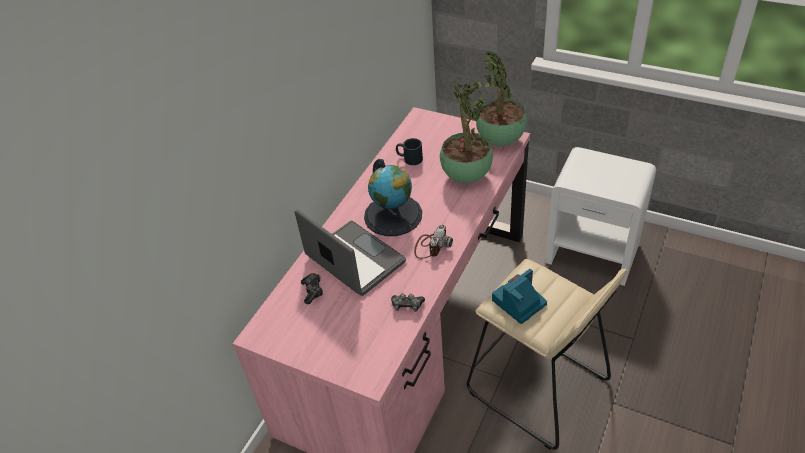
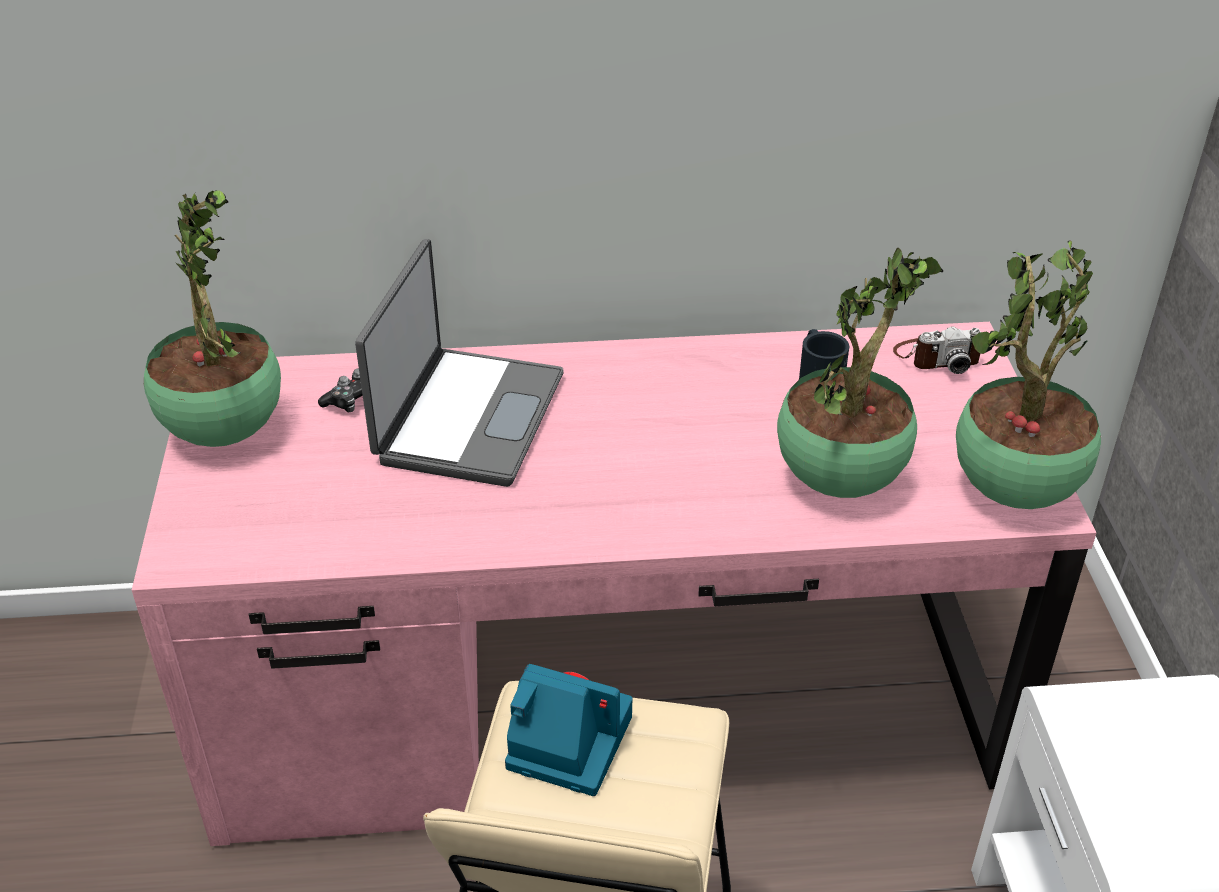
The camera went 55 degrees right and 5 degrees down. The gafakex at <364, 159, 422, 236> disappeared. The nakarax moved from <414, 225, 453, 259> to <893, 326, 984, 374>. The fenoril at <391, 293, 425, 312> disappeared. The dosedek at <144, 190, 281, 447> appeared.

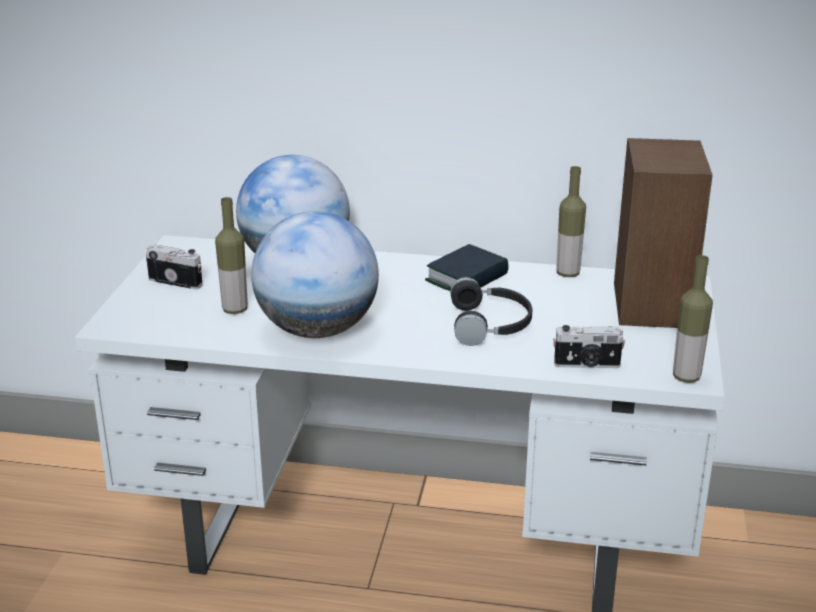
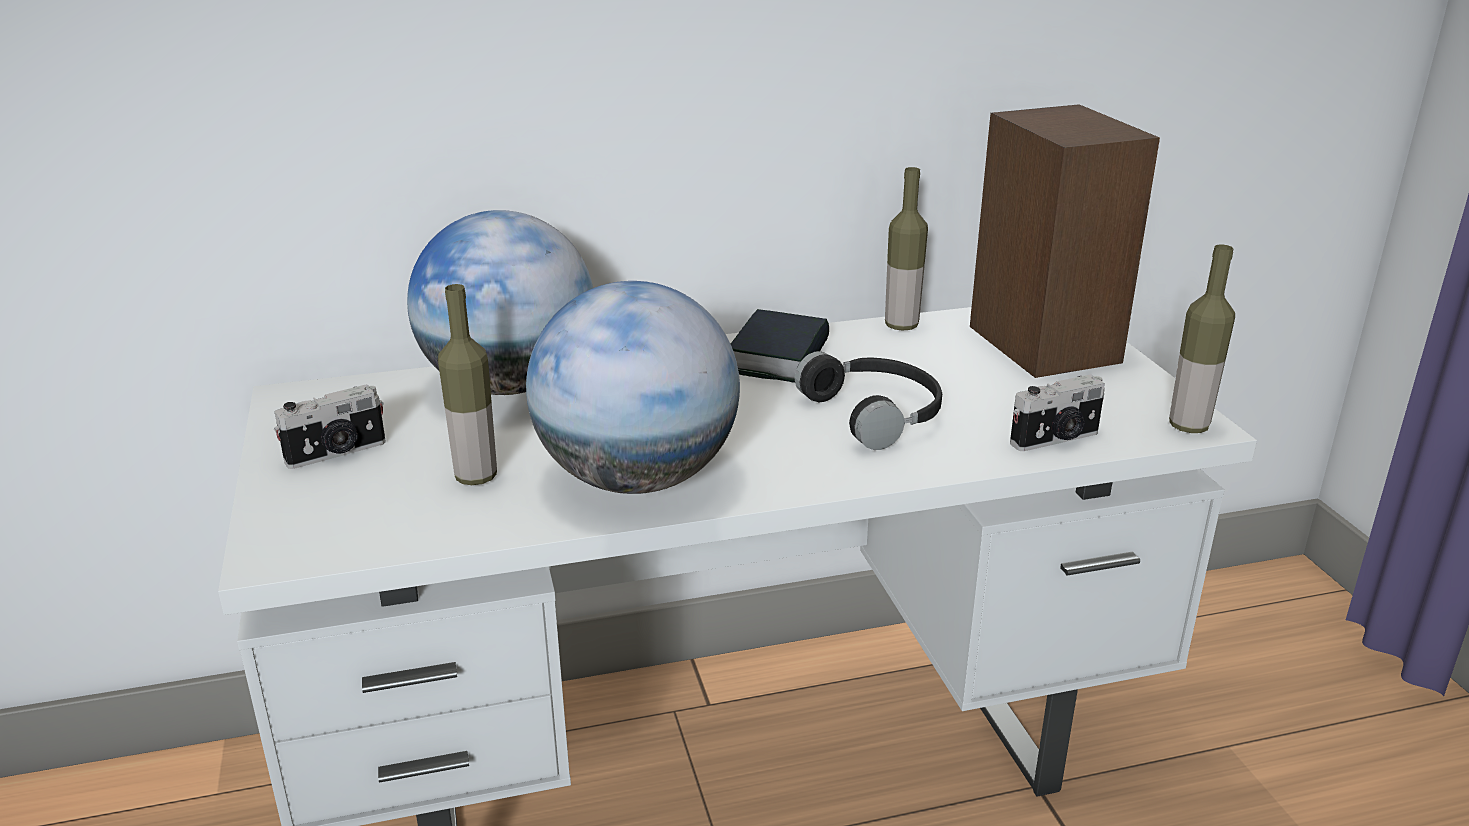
The camera went 25 degrees left and 0 degrees up. The nakarax at <146, 244, 203, 289> turned 150 degrees clockwise.

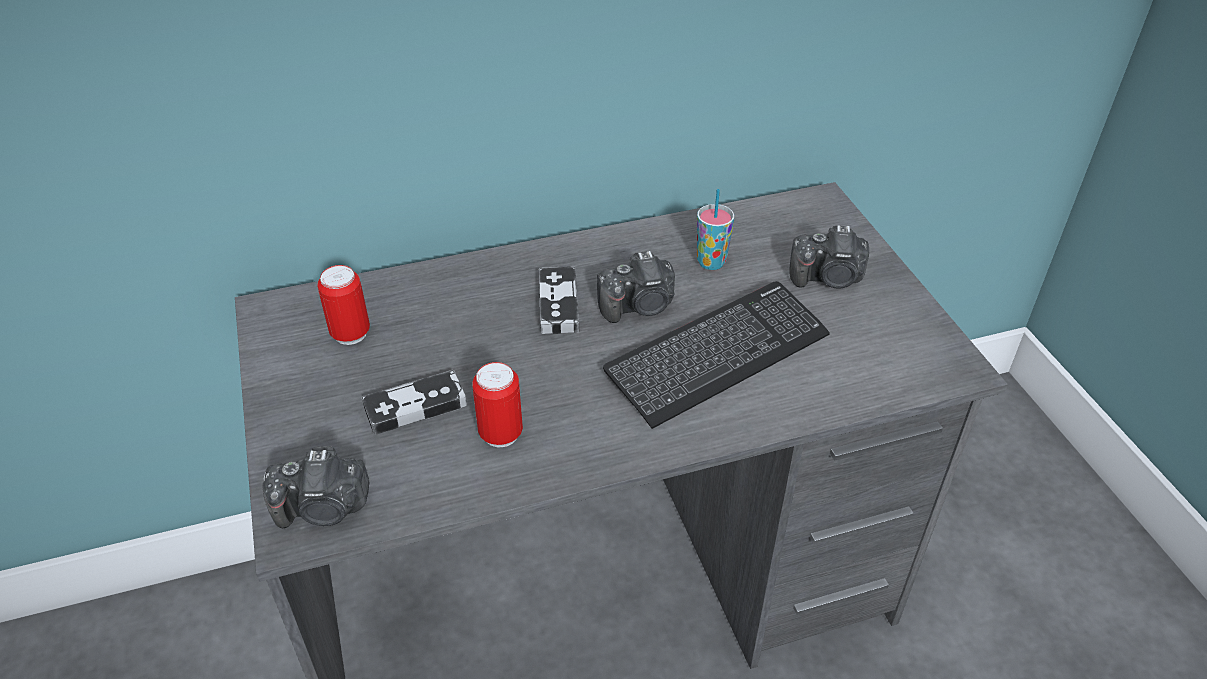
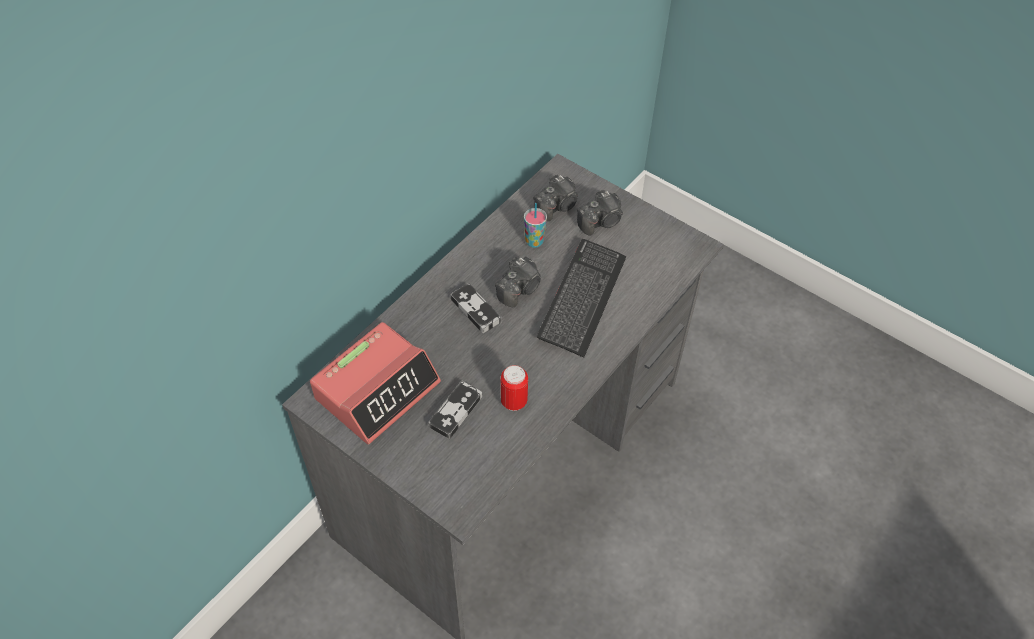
The camera went 35 degrees left and 10 degrees up. The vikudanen at <317, 265, 370, 345> was replaced by the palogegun at <310, 322, 441, 444>. The nakarax moved from <263, 446, 370, 528> to <533, 175, 578, 221>.

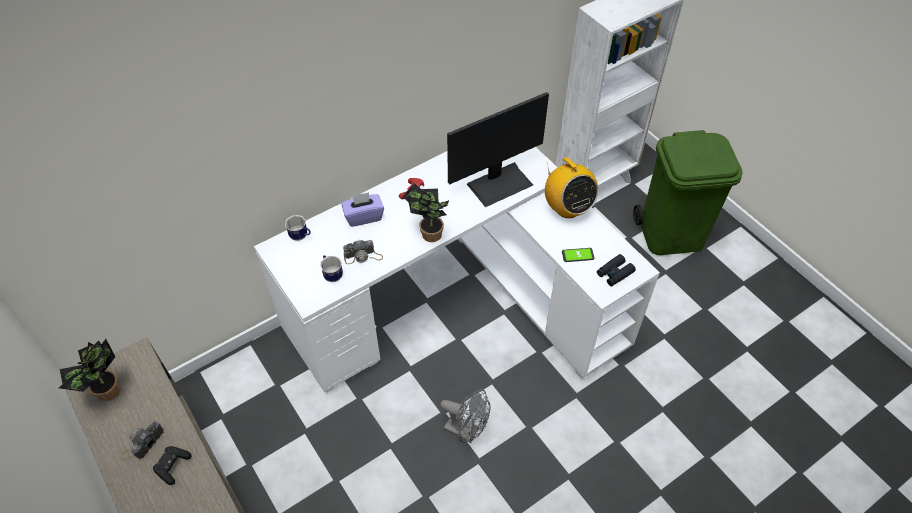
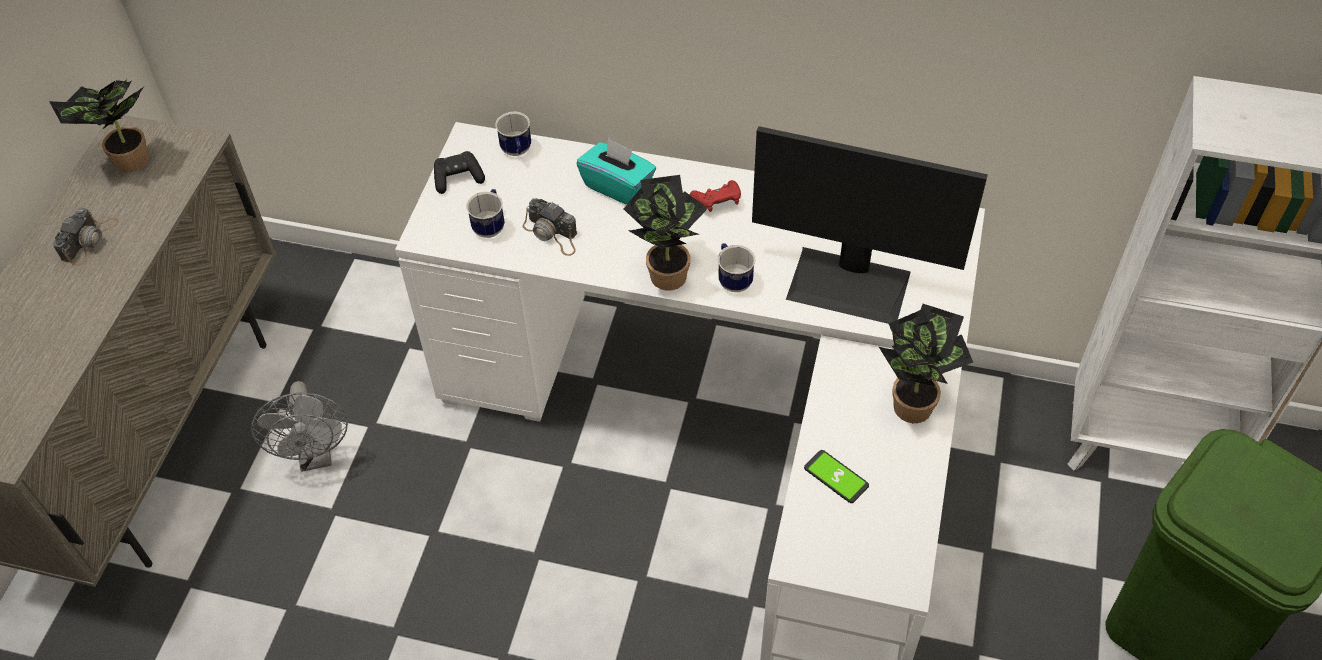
The camera went 50 degrees right and 0 degrees up. The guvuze at <545, 157, 598, 218> was replaced by the dosedek at <879, 304, 973, 423>. The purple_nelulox at <341, 192, 384, 227> became the turquoise_nelulox at <577, 138, 656, 205>. The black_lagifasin at <597, 254, 636, 286> disappeared. The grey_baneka moved from <440, 389, 490, 443> to <251, 381, 348, 472>. The nakarax at <121, 421, 164, 460> turned 120 degrees clockwise. The black_fenoril moved from <153, 446, 192, 485> to <434, 151, 485, 194>. The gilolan at <718, 243, 755, 292> appeared.

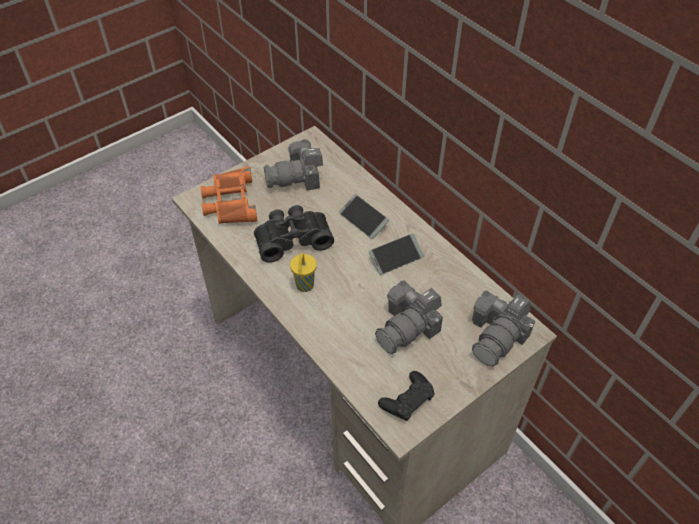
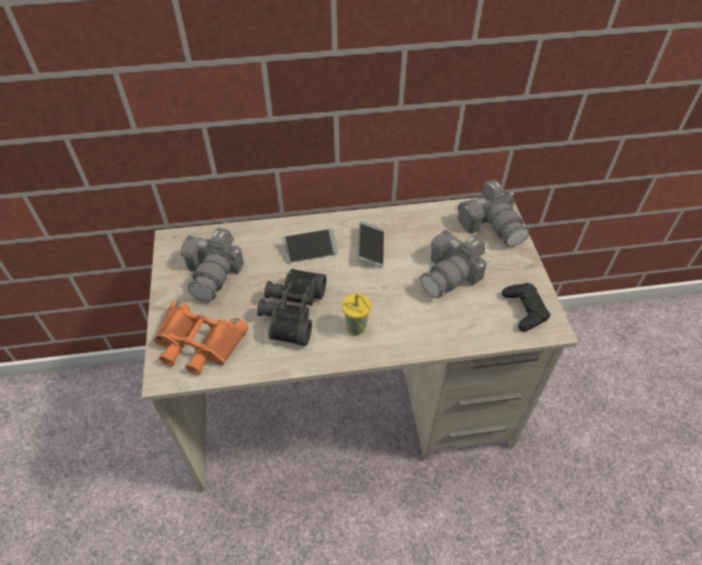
The camera went 60 degrees left and 0 degrees up. The nakarax at <375, 280, 443, 354> turned 60 degrees clockwise.

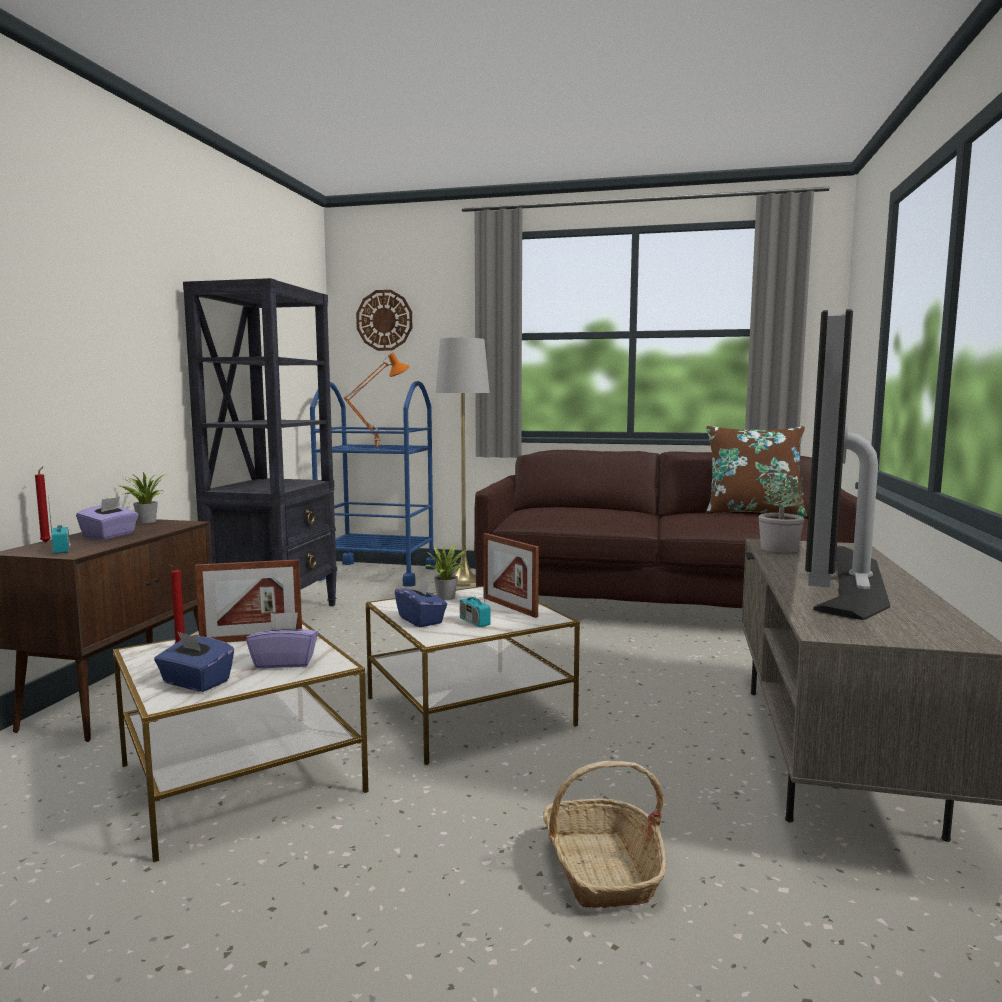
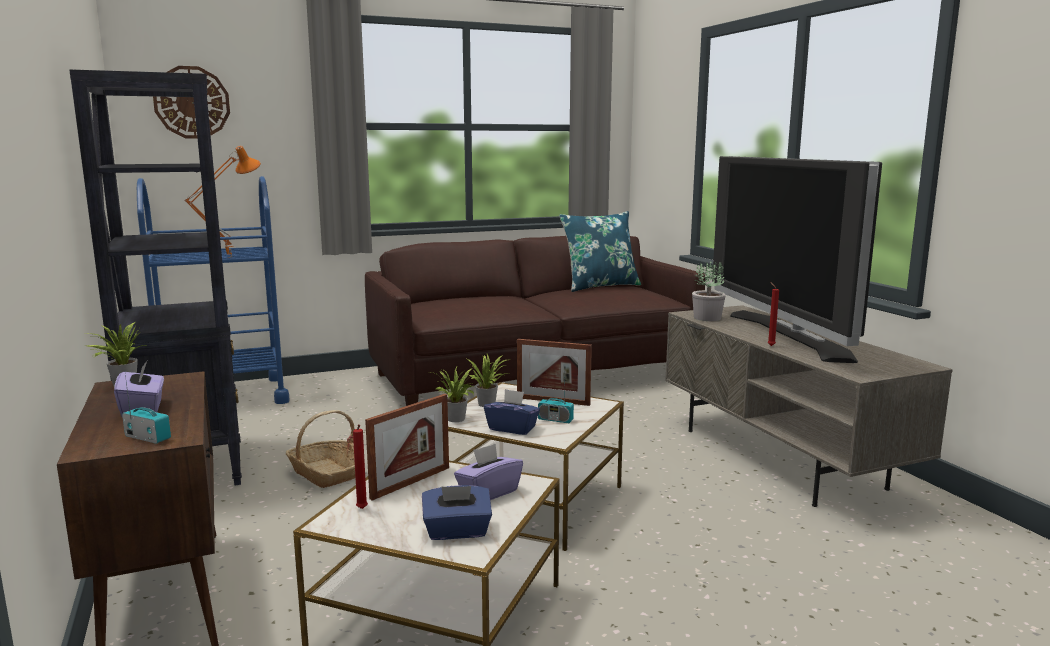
The camera went 35 degrees left and 5 degrees up. The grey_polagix at <436, 337, 490, 586> disappeared. The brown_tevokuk at <706, 426, 807, 517> became the blue_tevokuk at <559, 211, 641, 292>. The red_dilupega moved from <35, 466, 51, 542> to <768, 282, 779, 346>. The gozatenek moved from <543, 761, 667, 908> to <286, 410, 355, 488>. The dosedek at <431, 365, 474, 422> appeared.

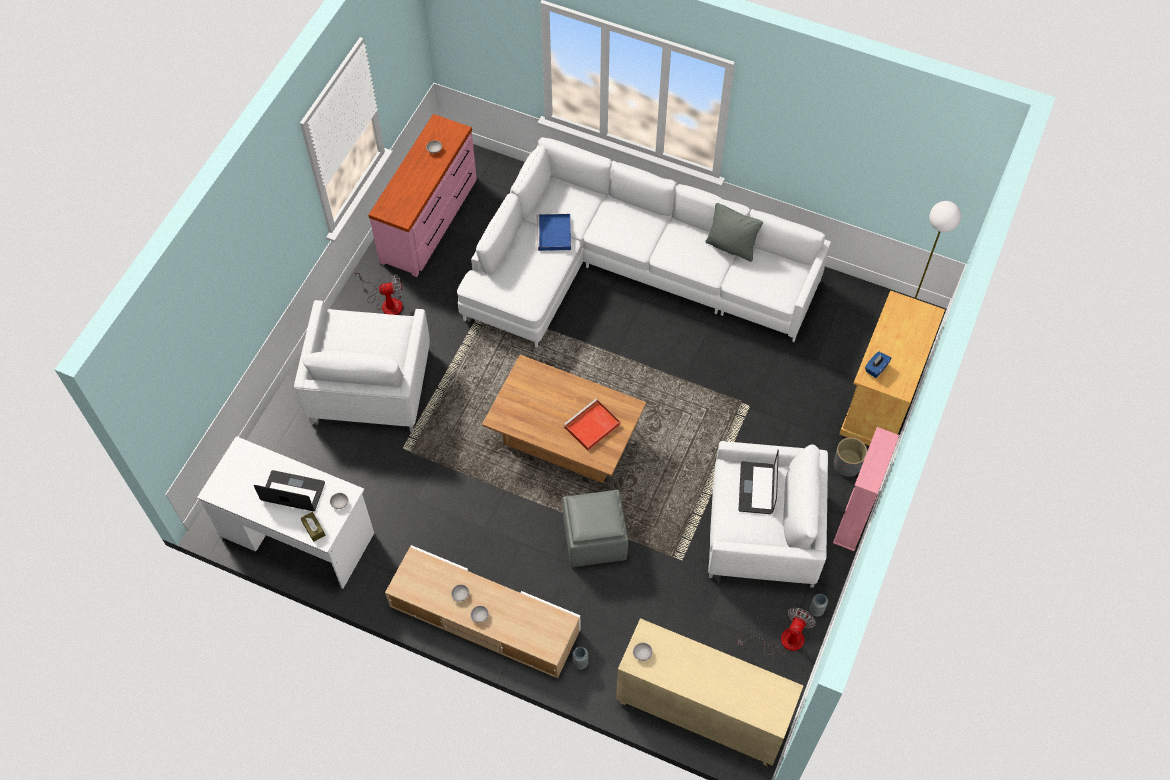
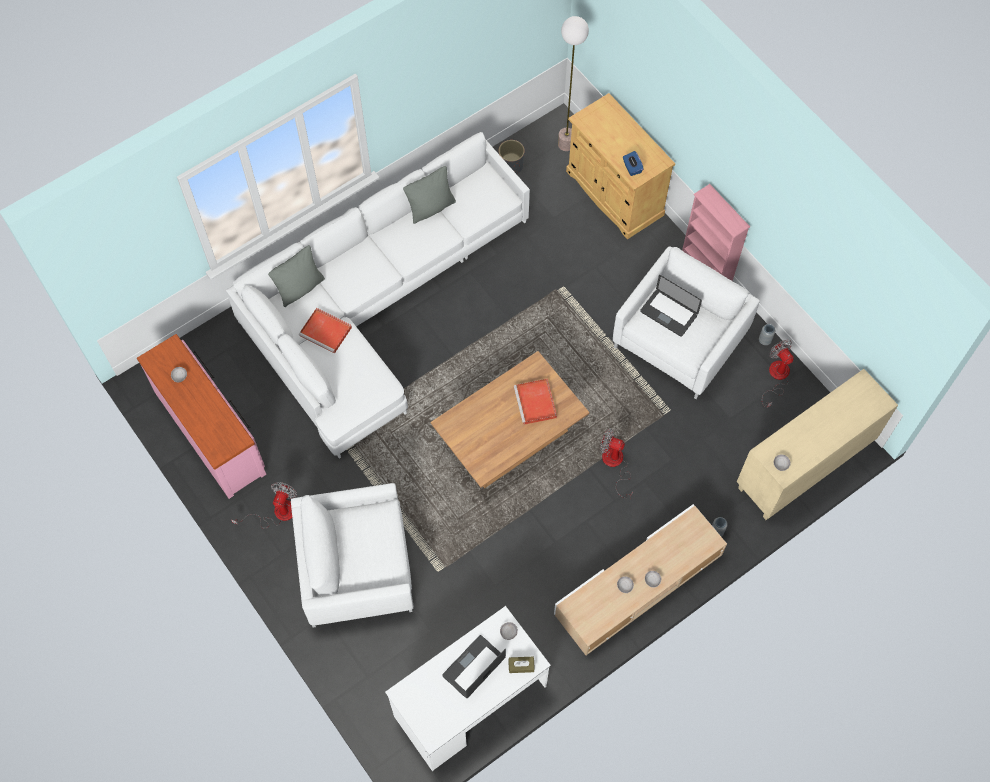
The camera went 60 degrees left and 5 degrees up. The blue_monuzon at <537, 214, 571, 251> became the red_monuzon at <299, 308, 352, 354>. The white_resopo at <294, 300, 430, 433> turned 135 degrees clockwise. The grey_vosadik moved from <834, 437, 867, 476> to <498, 140, 525, 174>. The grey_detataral at <563, 490, 628, 567> was replaced by the baneka at <600, 428, 633, 499>. The grey_tevokuk at <268, 245, 325, 307> appeared.

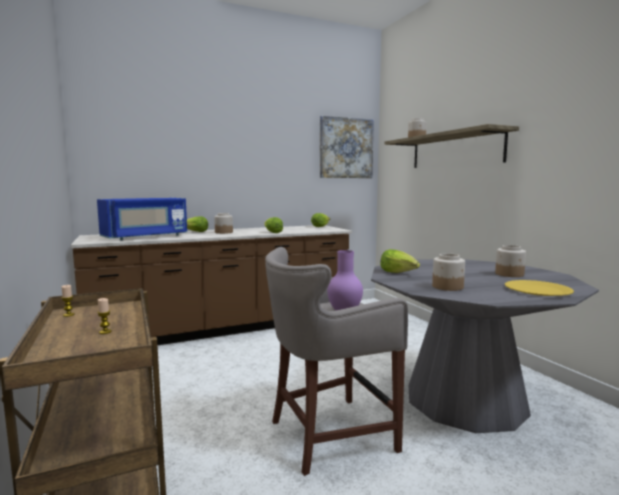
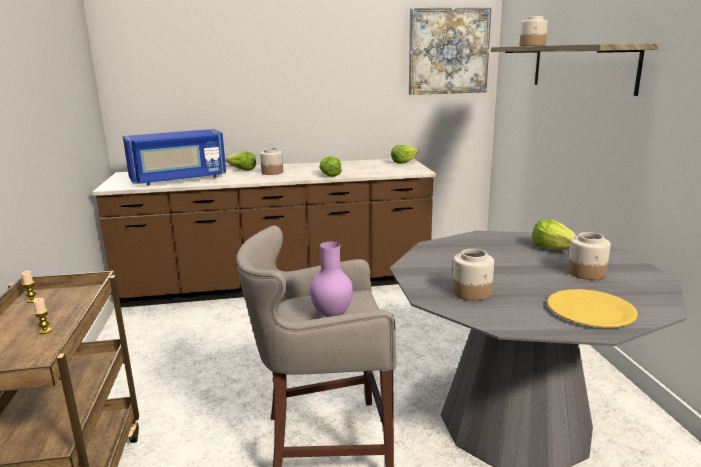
The camera went 15 degrees right and 10 degrees up. The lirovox moved from <381, 249, 420, 273> to <532, 219, 577, 250>.

